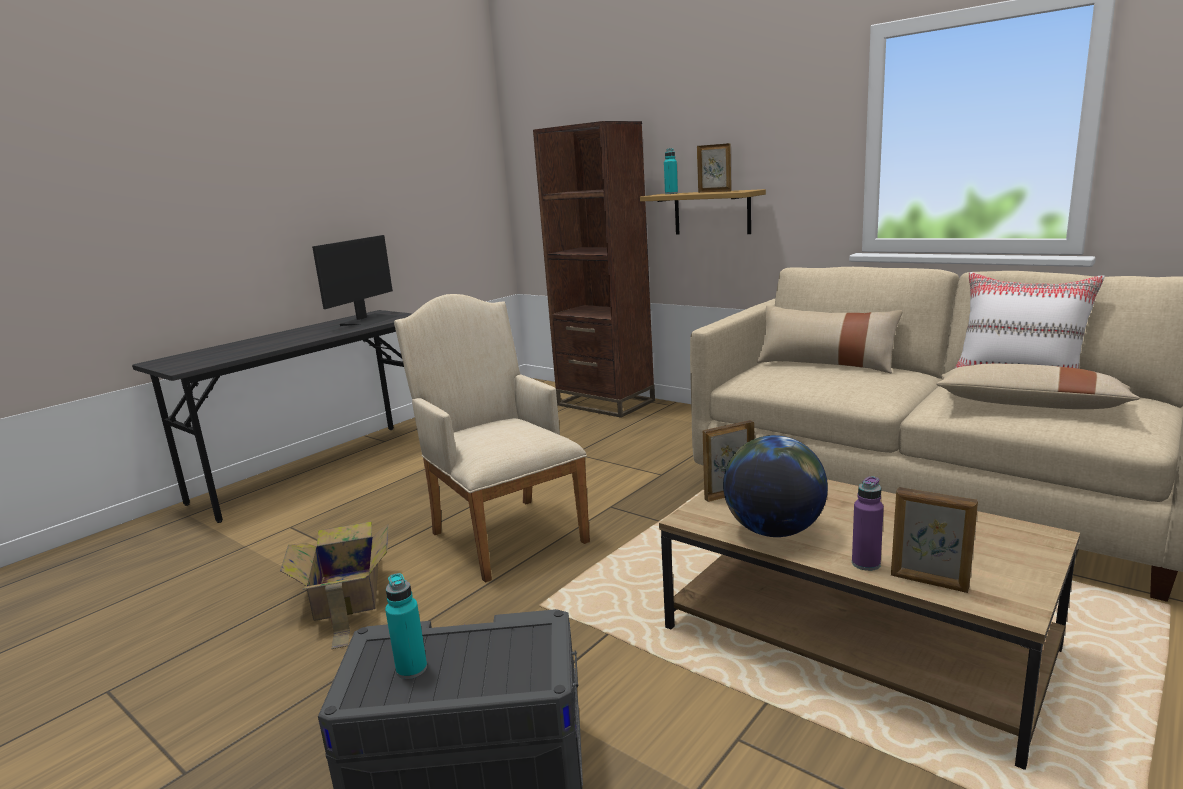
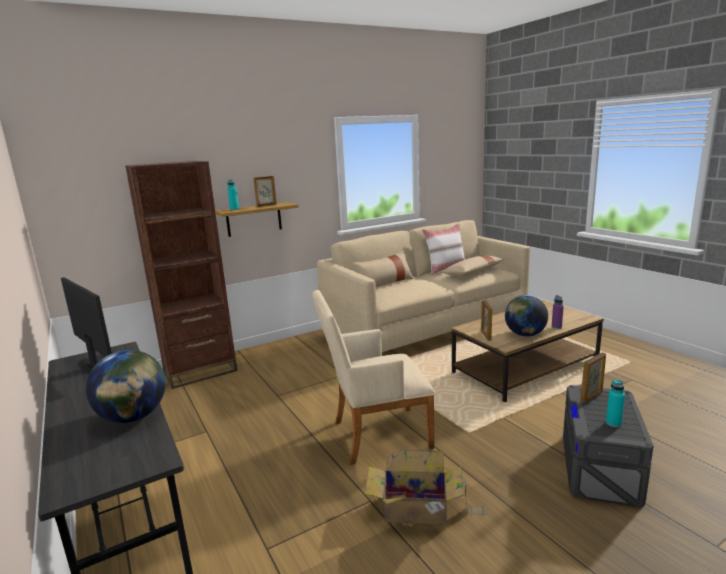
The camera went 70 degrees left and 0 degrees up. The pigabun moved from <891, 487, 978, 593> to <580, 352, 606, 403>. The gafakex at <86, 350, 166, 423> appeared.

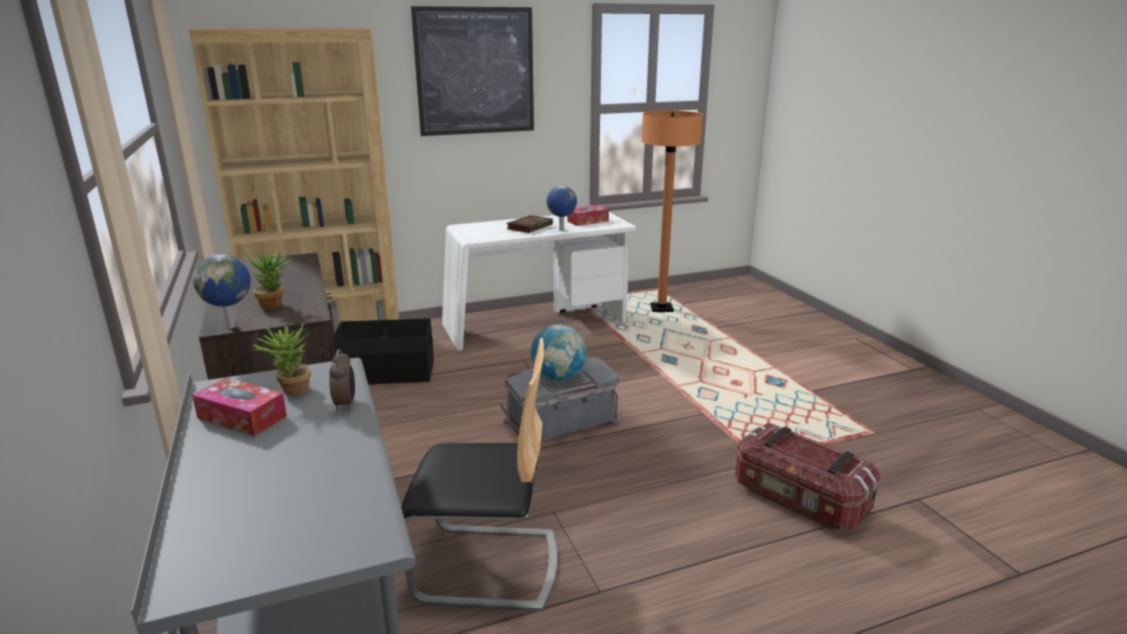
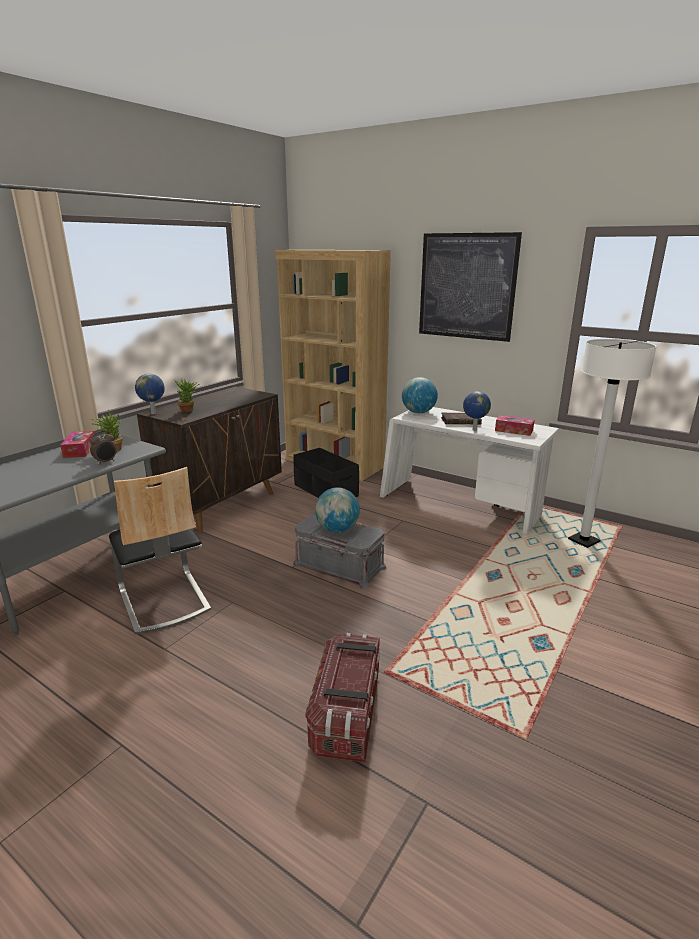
The camera went 55 degrees right and 0 degrees up. The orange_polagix at <641, 111, 703, 312> became the white_polagix at <568, 339, 657, 548>. The gafakex at <402, 377, 438, 413> appeared.

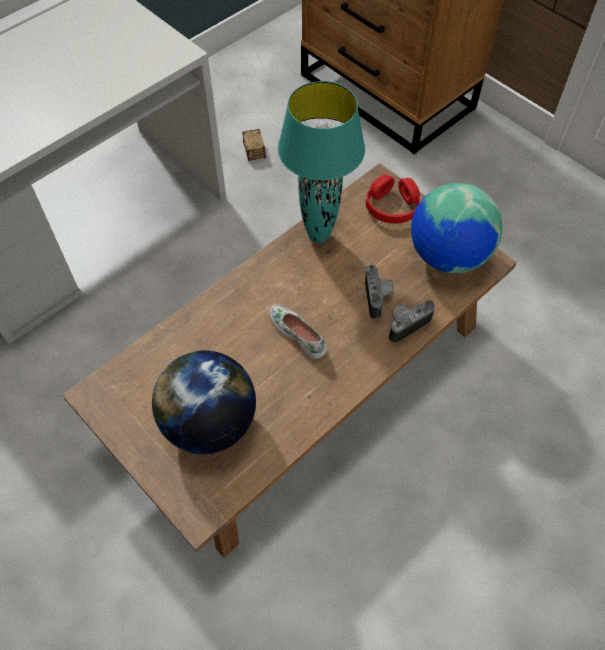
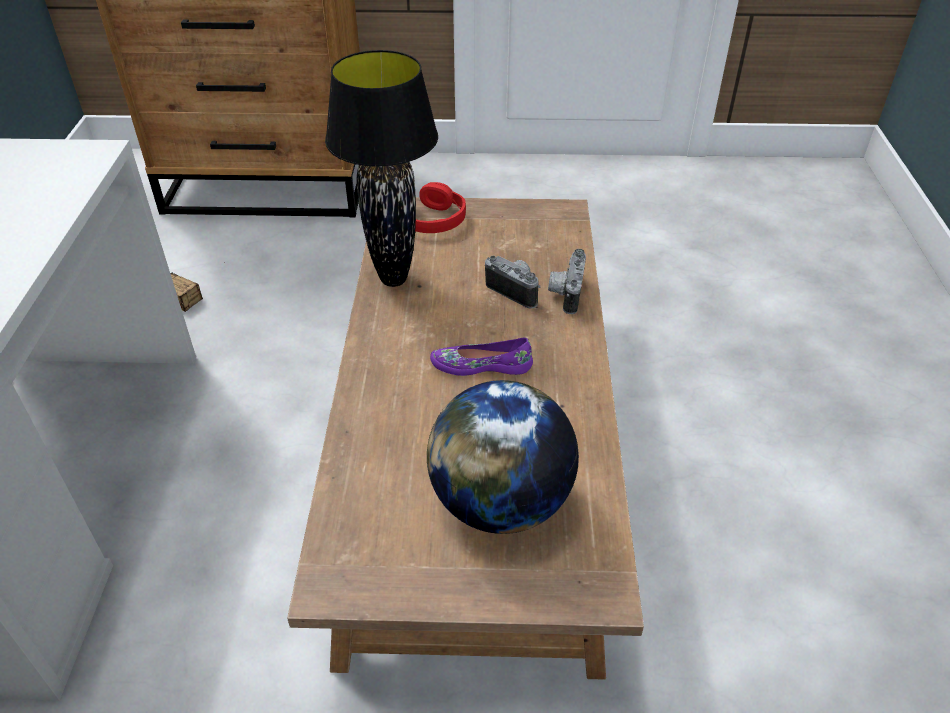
The camera went 45 degrees left and 15 degrees down. The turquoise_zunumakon at <278, 81, 365, 243> became the black_zunumakon at <325, 50, 438, 287>. The gafakex at <411, 183, 502, 273> disappeared. The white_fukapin at <269, 304, 327, 359> became the purple_fukapin at <430, 338, 533, 376>.

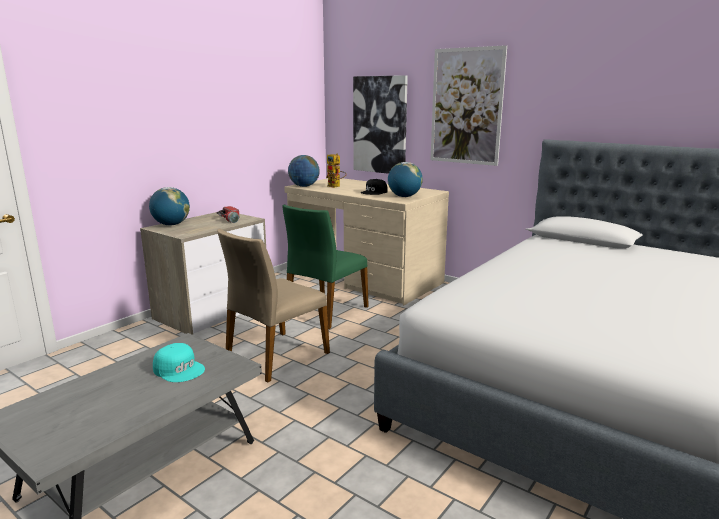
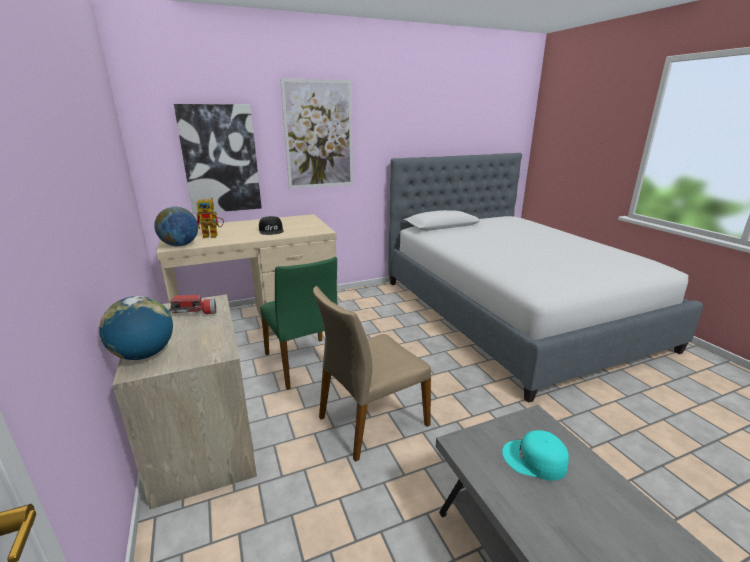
The camera went 60 degrees left and 5 degrees up. The gafakex at <388, 162, 423, 197> disappeared. The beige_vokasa at <217, 228, 330, 382> turned 75 degrees clockwise. The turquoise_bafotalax at <153, 343, 205, 382> turned 135 degrees counterclockwise.

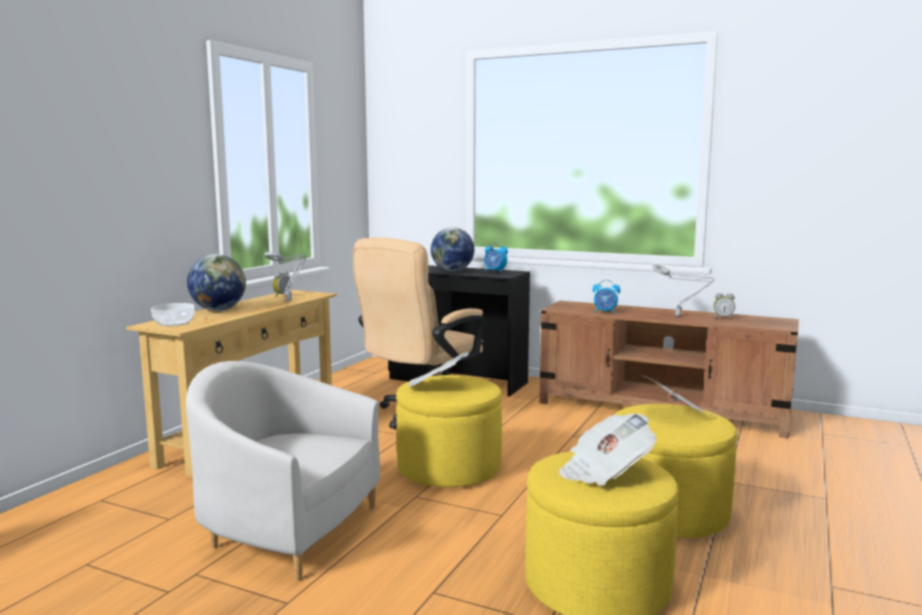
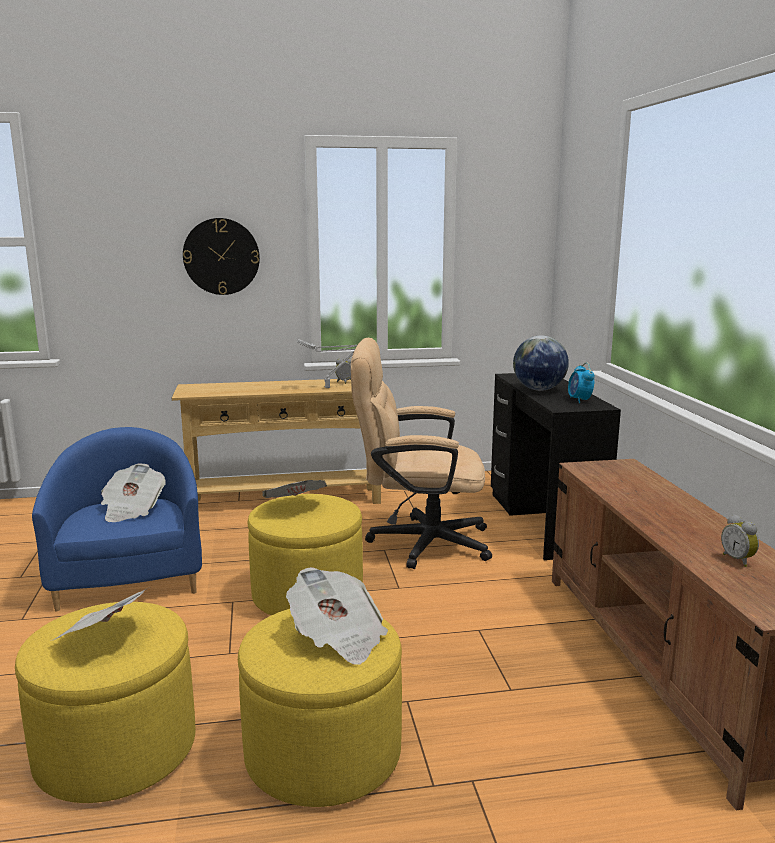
The camera went 55 degrees right and 5 degrees up. The gafakex at <187, 254, 246, 311> disappeared. The grey_zunumakon at <653, 264, 715, 316> disappeared. The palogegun at <593, 280, 620, 314> disappeared. The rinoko at <151, 303, 195, 326> disappeared. The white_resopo at <186, 361, 380, 581> became the blue_resopo at <32, 427, 202, 611>. The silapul at <183, 218, 260, 295> appeared. The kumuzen at <101, 463, 166, 522> appeared.

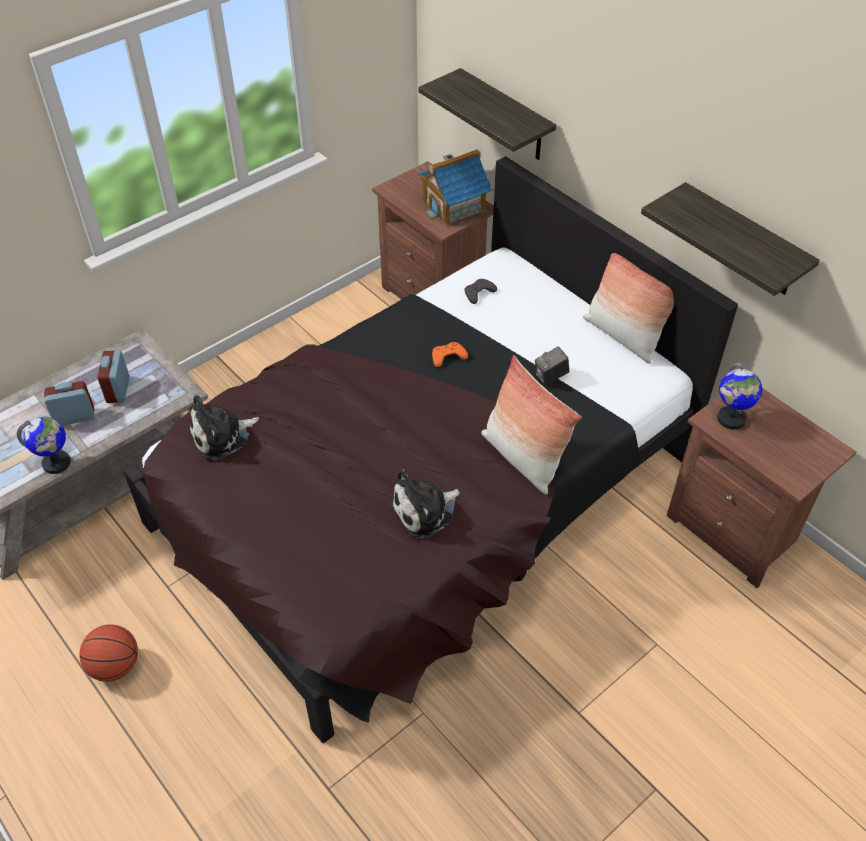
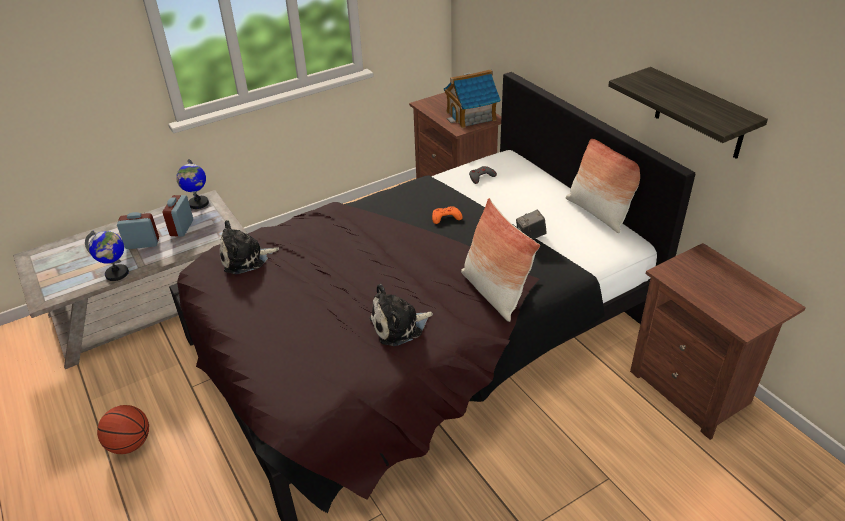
The camera went 10 degrees right and 10 degrees down. The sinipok at <419, 68, 556, 160> disappeared. The gafakex moved from <717, 363, 762, 430> to <176, 159, 209, 209>.

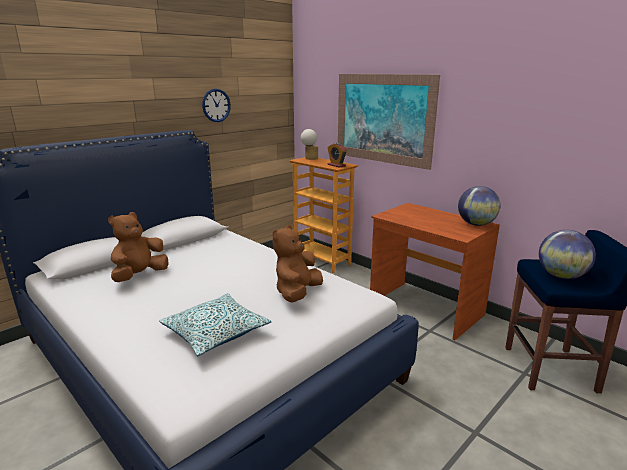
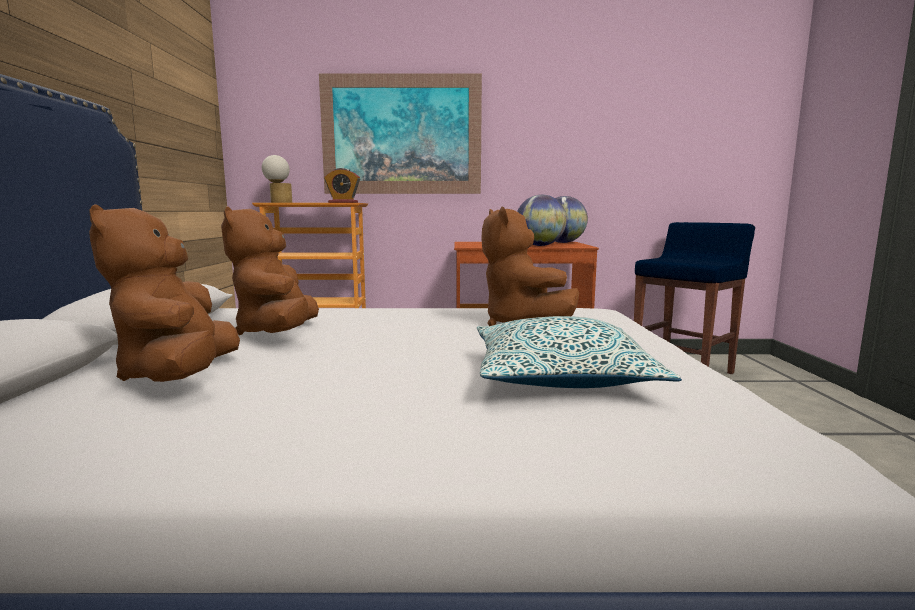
The camera went 45 degrees left and 10 degrees down. The silapul at <202, 88, 231, 122> disappeared. The gafakex moved from <539, 230, 596, 279> to <517, 195, 567, 246>. The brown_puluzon at <221, 206, 319, 335> appeared.

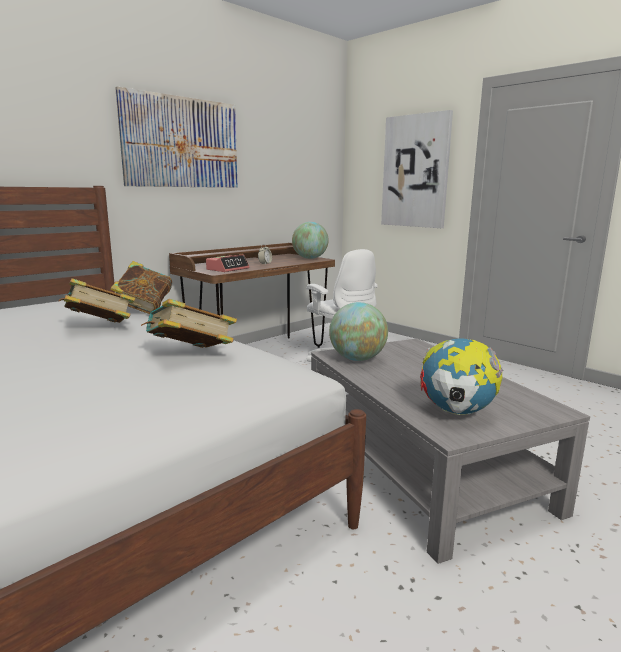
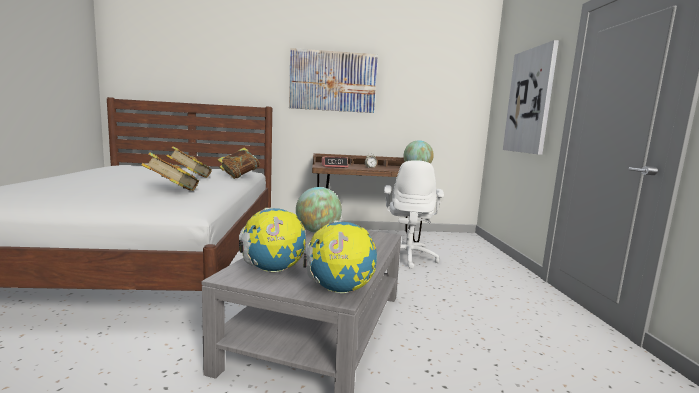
The camera went 40 degrees right and 5 degrees down. The gafakex at <304, 220, 377, 293> appeared.

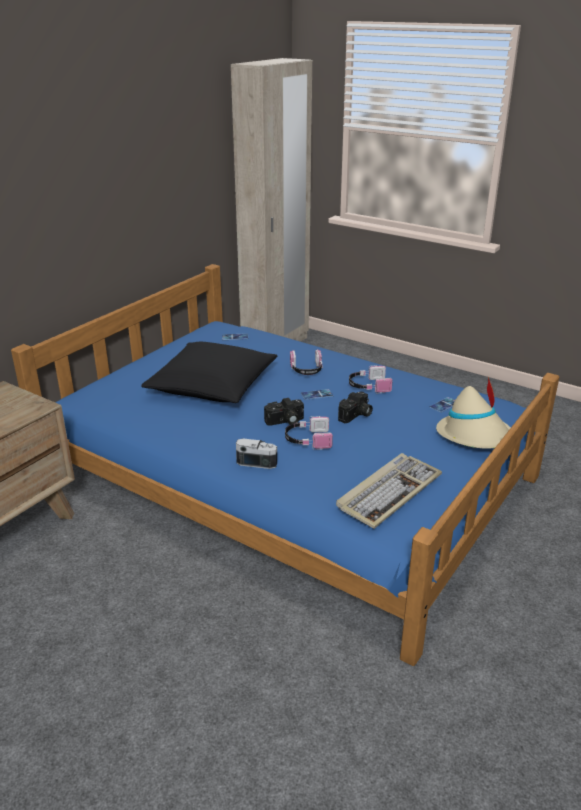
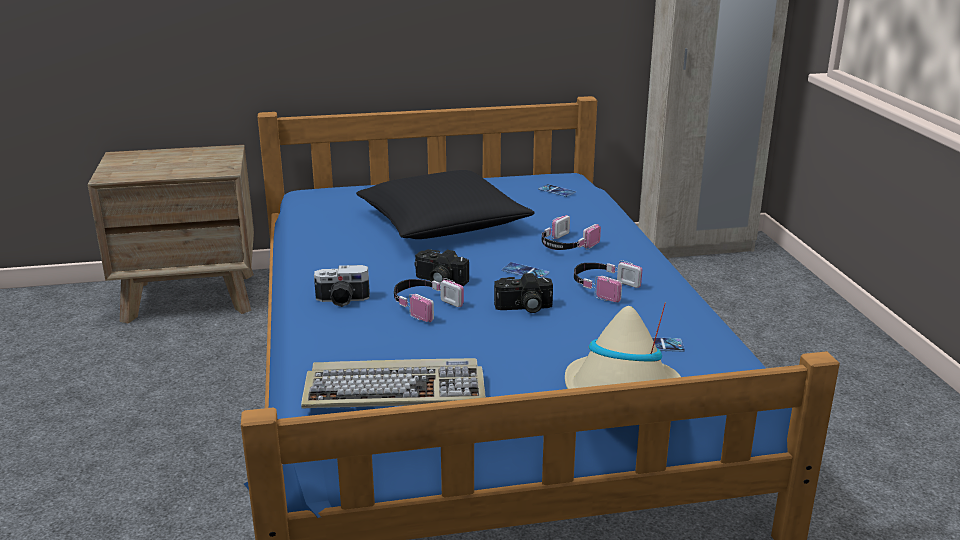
The camera went 45 degrees right and 5 degrees down. The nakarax at <236, 439, 277, 469> turned 120 degrees clockwise.

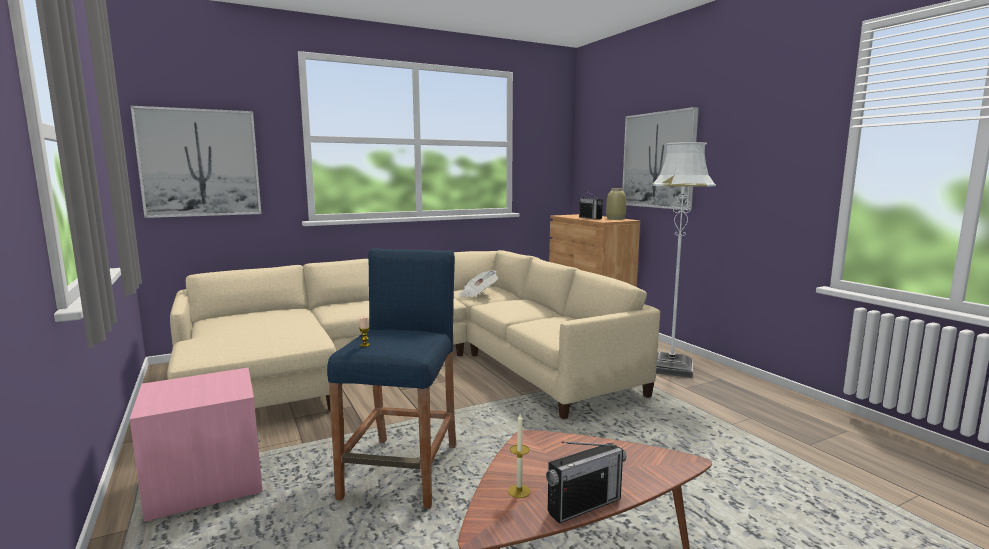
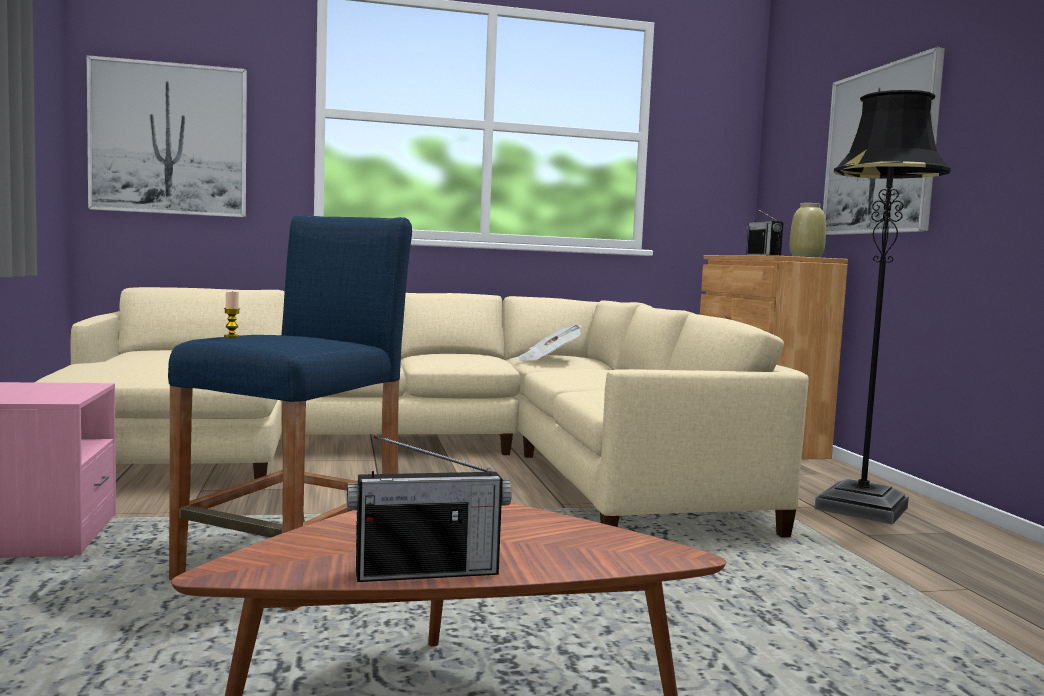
The camera went 15 degrees right and 5 degrees down. The white_polagix at <652, 142, 716, 378> became the black_polagix at <815, 90, 951, 525>. The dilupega at <508, 414, 531, 498> disappeared.

